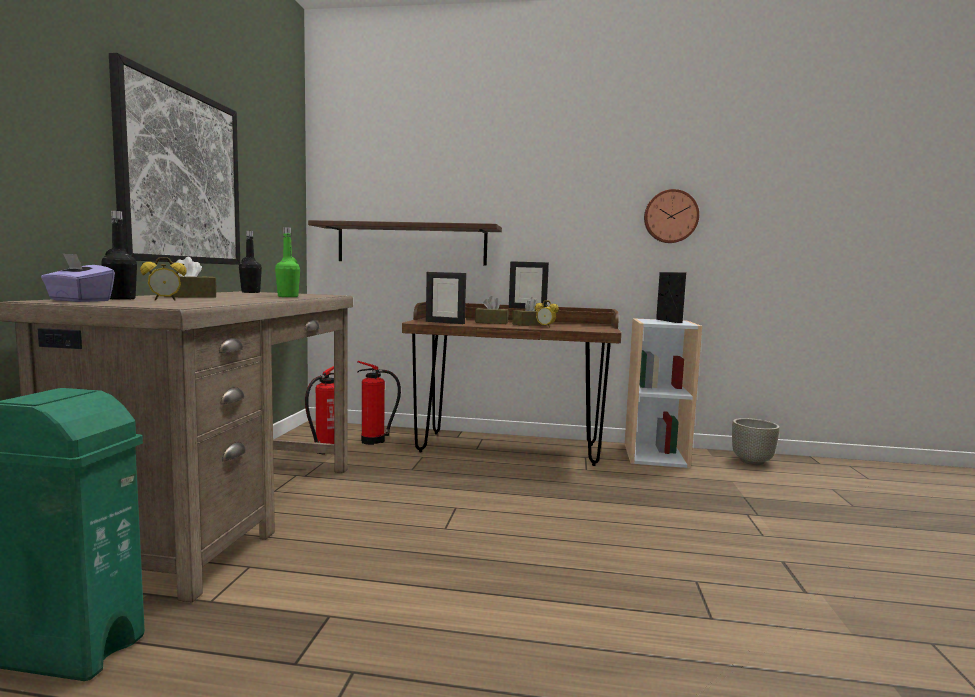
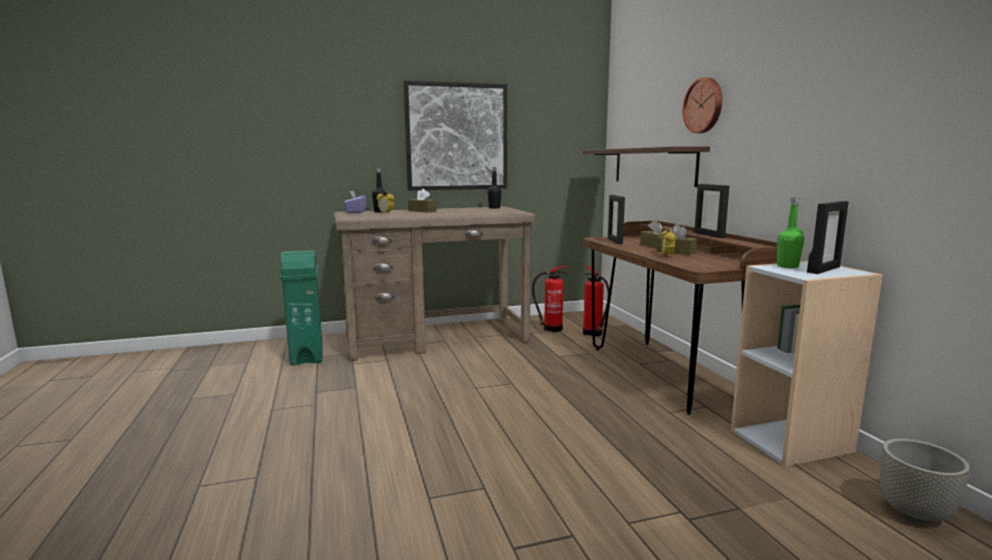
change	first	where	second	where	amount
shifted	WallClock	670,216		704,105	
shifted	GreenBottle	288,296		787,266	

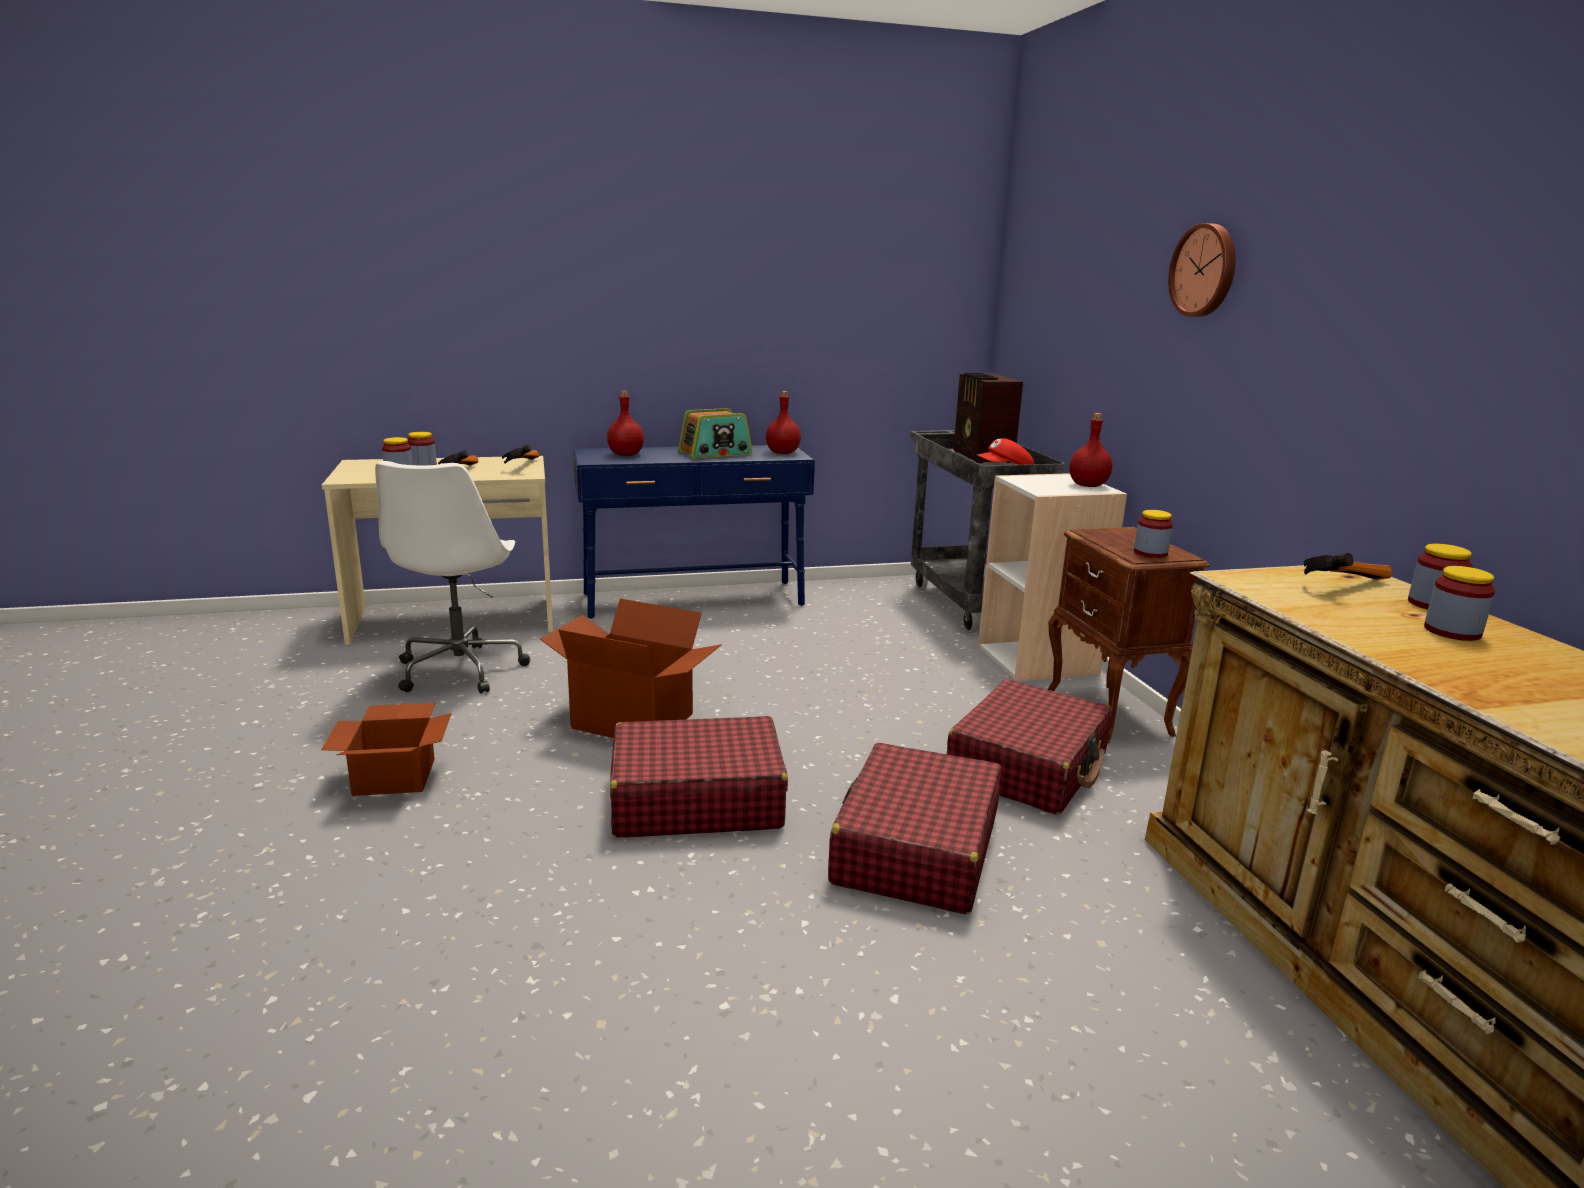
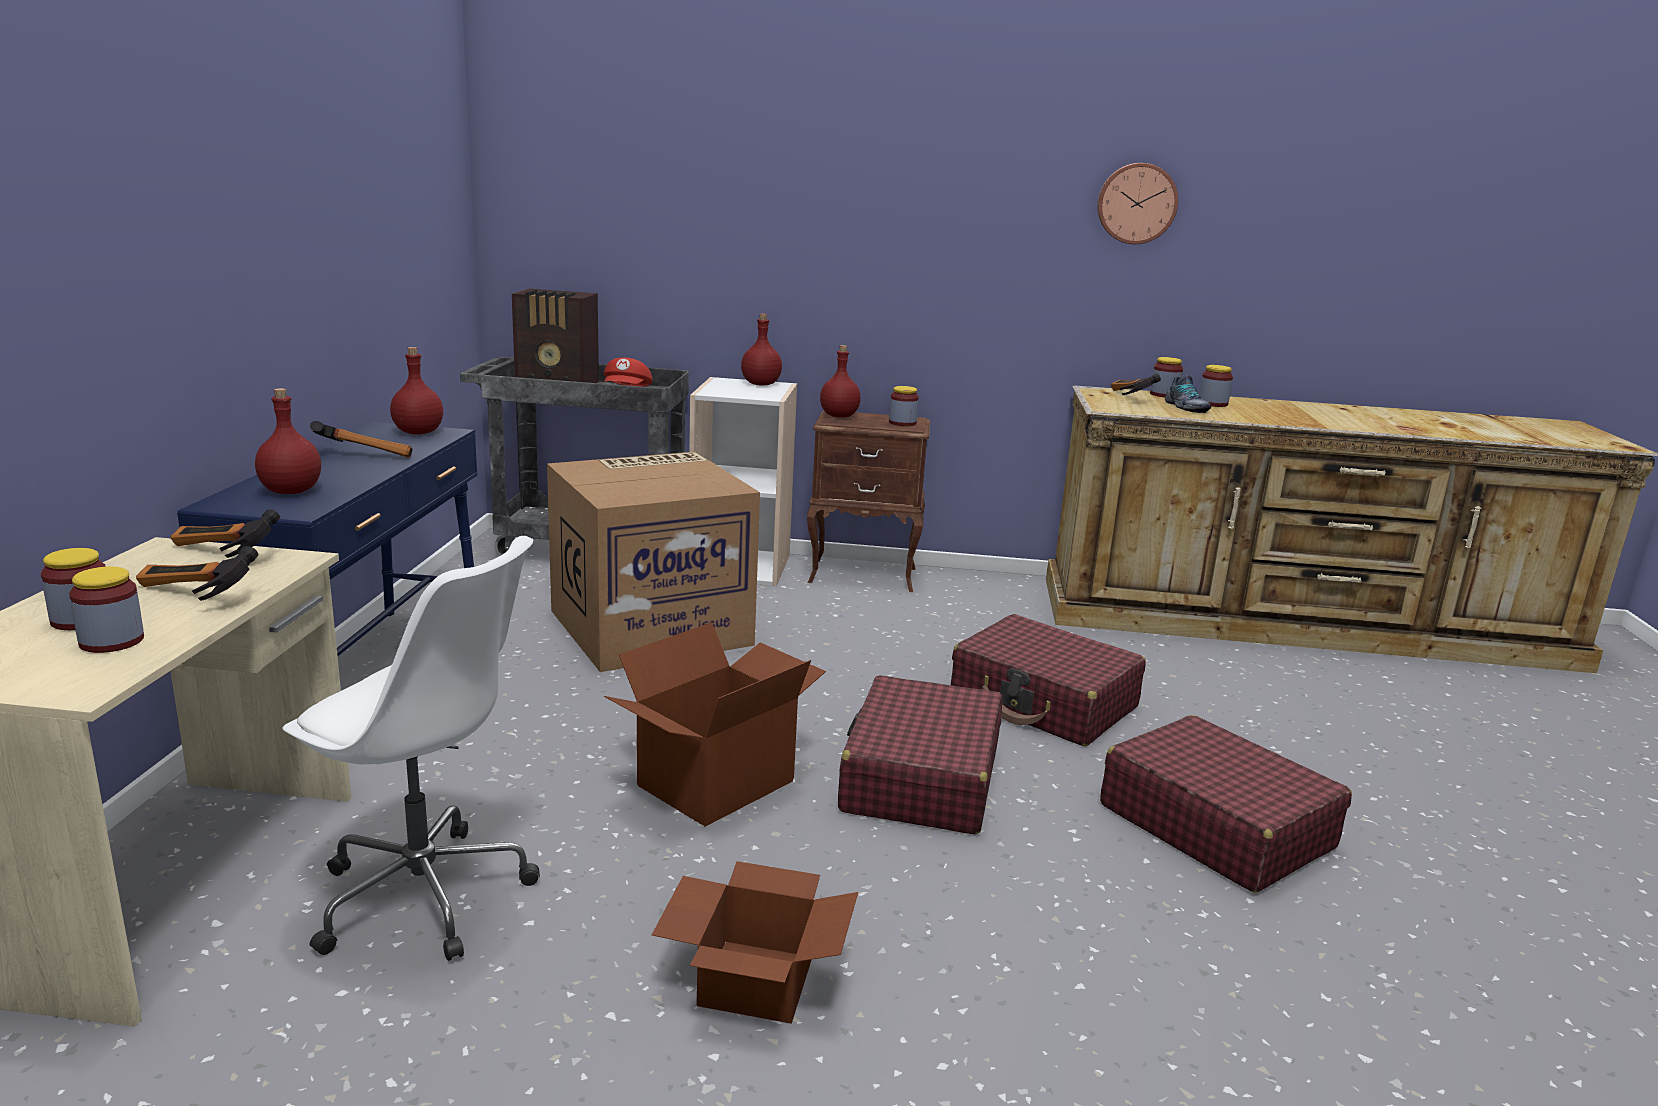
change	first	where	second	where	amount
swapped	Radio	715,453	Hammer	365,455	
new			CardboardBox	652,626	
new			RedBottle	840,416	
shifted	WallClock	1205,270		1136,203	
shifted	RedSuitcase	1028,766		1215,826	
new			Shoe	1186,407	

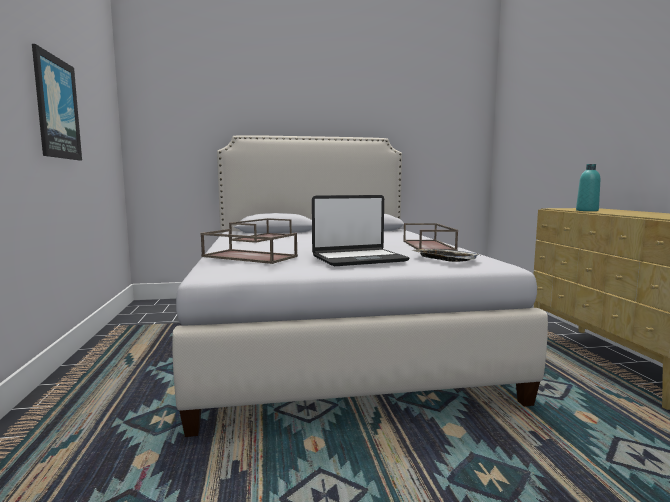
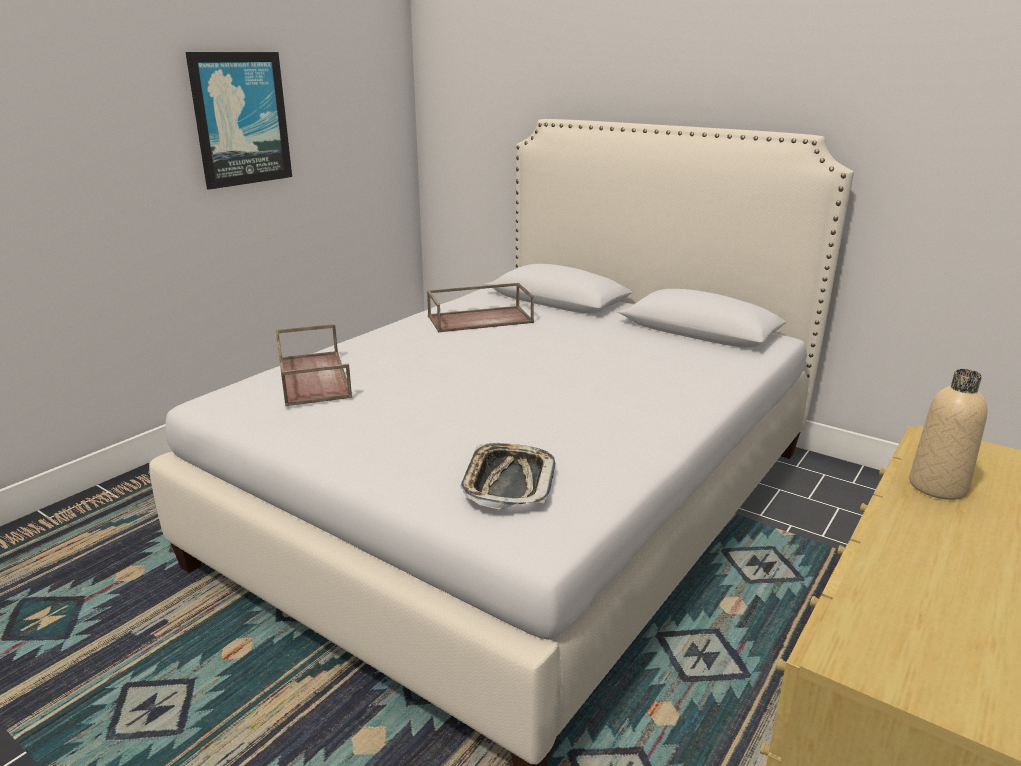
change	first	where	second	where	amount
repainted	TurquoiseBottle	587,210	BeigeBottle	937,486	
gone	Laptop	358,259			
gone	BrownTray	429,245			

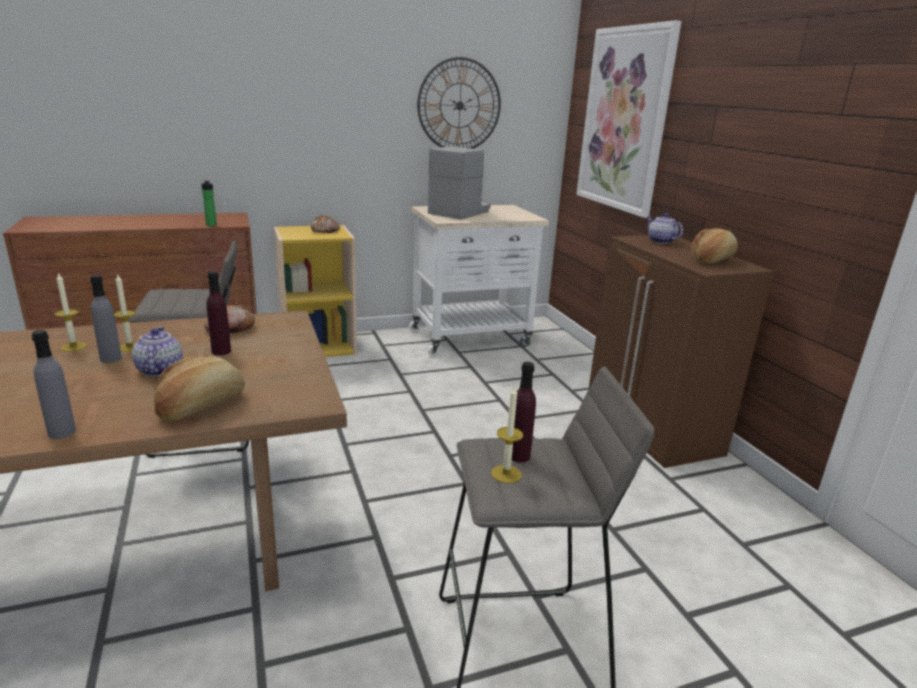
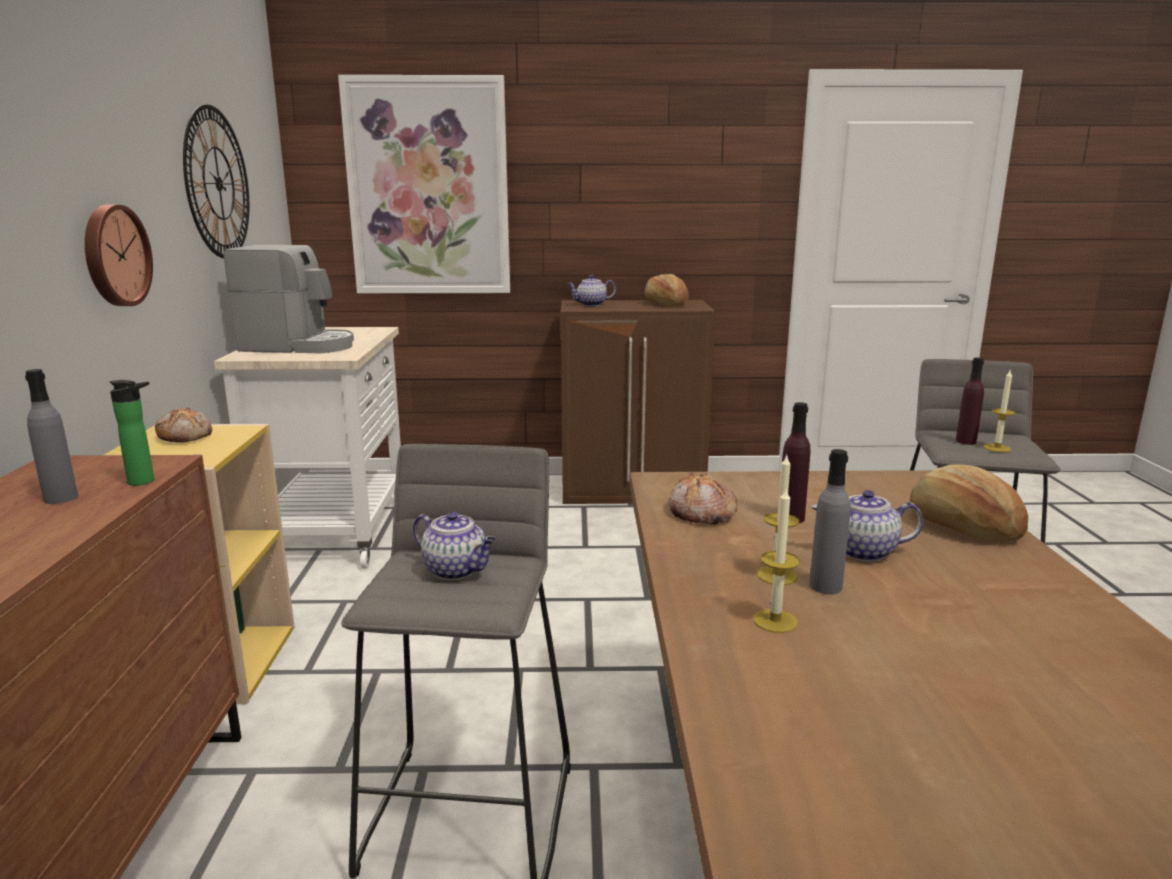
change	first	where	second	where	amount
shifted	GreyBottle	62,432		61,498	
new			WallClock	114,256	
rotated	CoffeeMachine	461,212		299,346	135 degrees clockwise
new			Teapot	457,570	

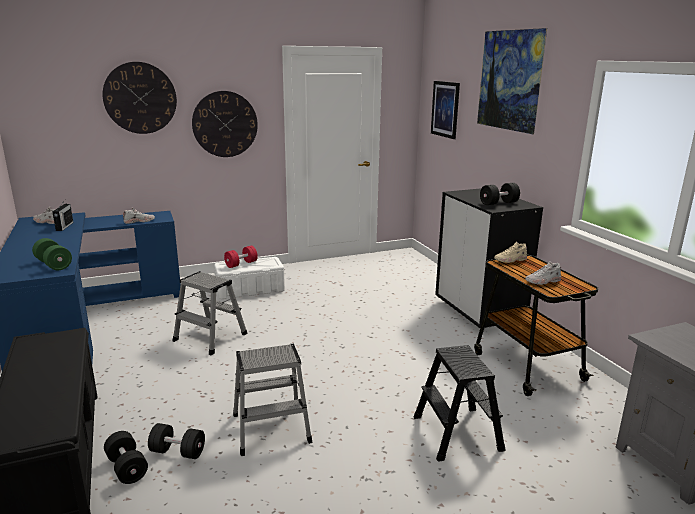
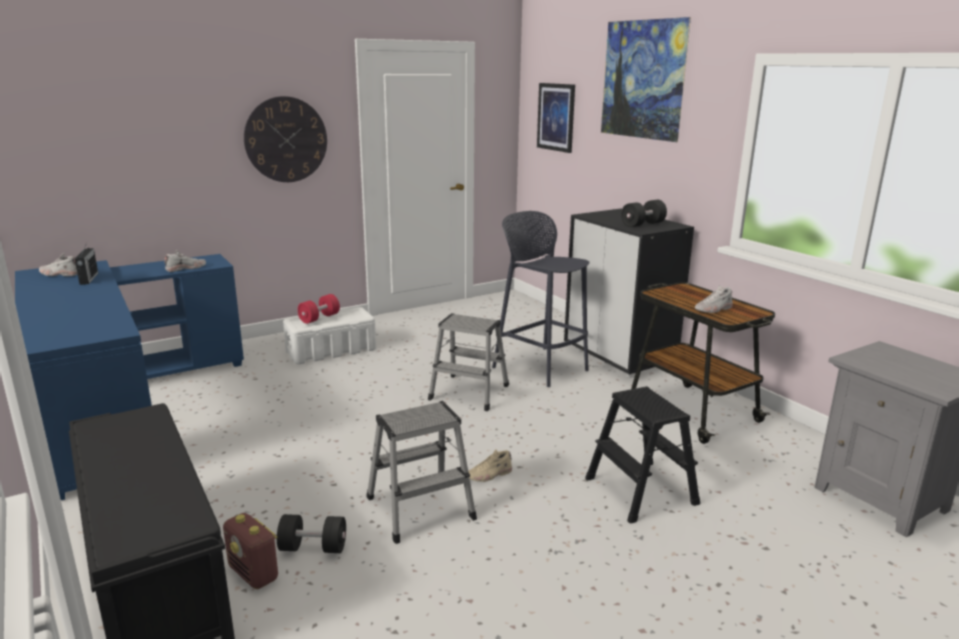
change	first	where	second	where	amount
swapped	BlackDumbbell	127,468	Radio	254,573	
shifted	GreyStepLadder	210,337		469,392	
shifted	BeigeShoe	510,260		489,475	
new			GreyStool	541,367	
gone	GreenDumbbell	54,264			
gone	WallClock	140,98			

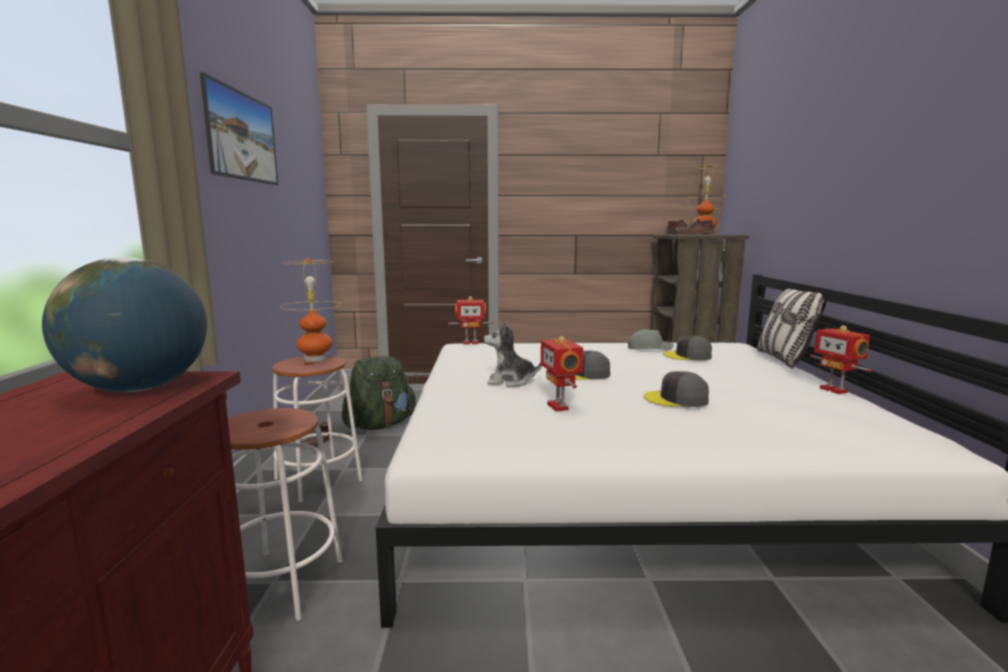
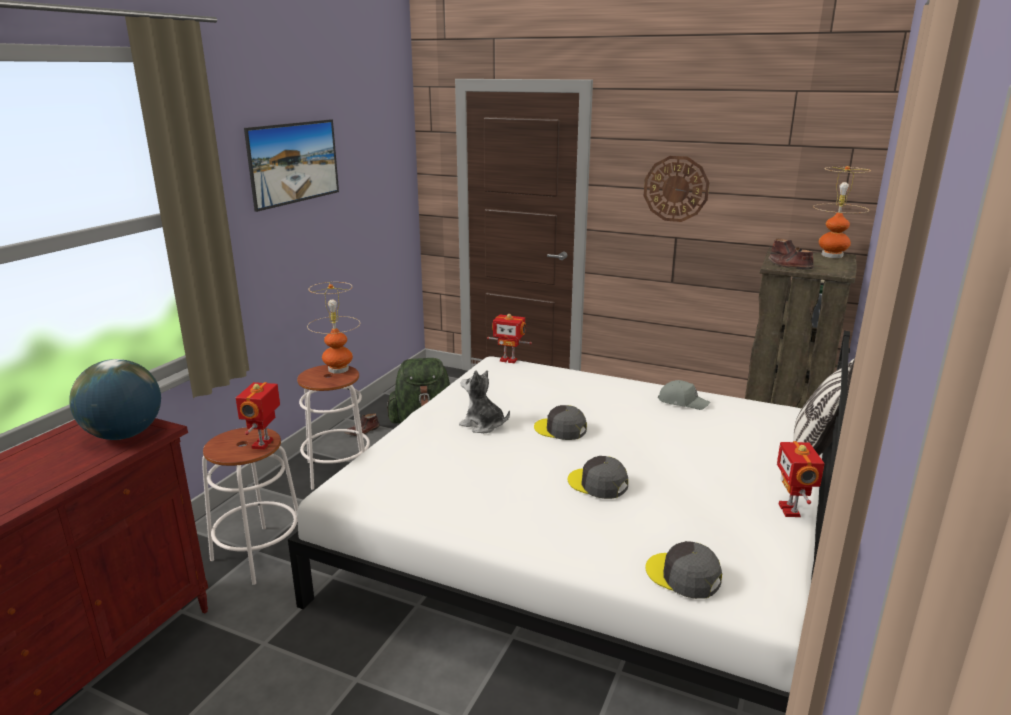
change	first	where	second	where	amount
shifted	ToyRobot	559,406		264,444	
new			WallClock	676,189	
shifted	GreyCap	688,356		683,576	

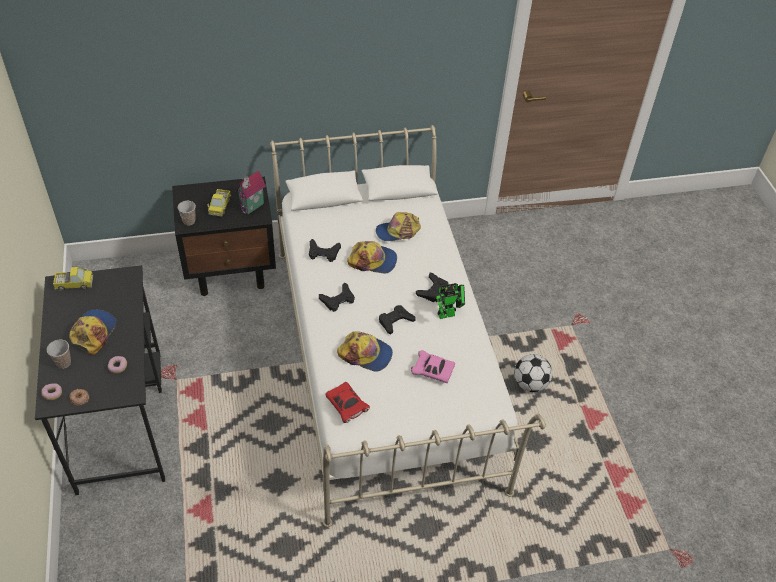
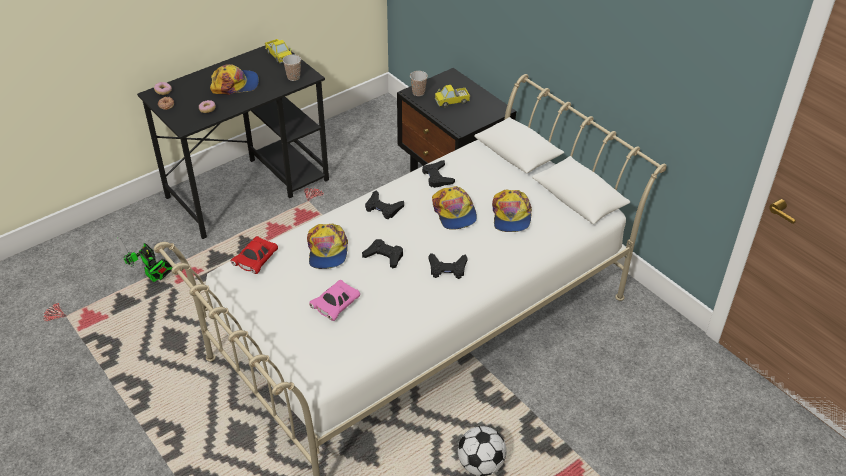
change	first	where	second	where	amount
shifted	ToyRobot	449,314		154,278	
shifted	Cup	63,363		293,77	
rotated	PinkToyCar	433,372		336,306	135 degrees counterclockwise
rotated	Cap	398,231		511,216	135 degrees counterclockwise
gone	ToyHouse	253,207			

